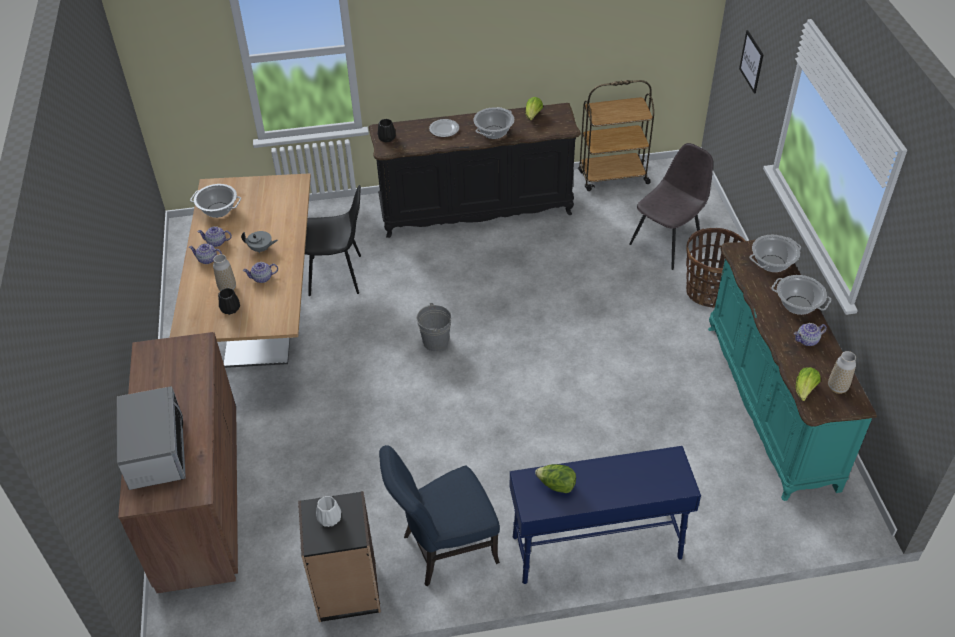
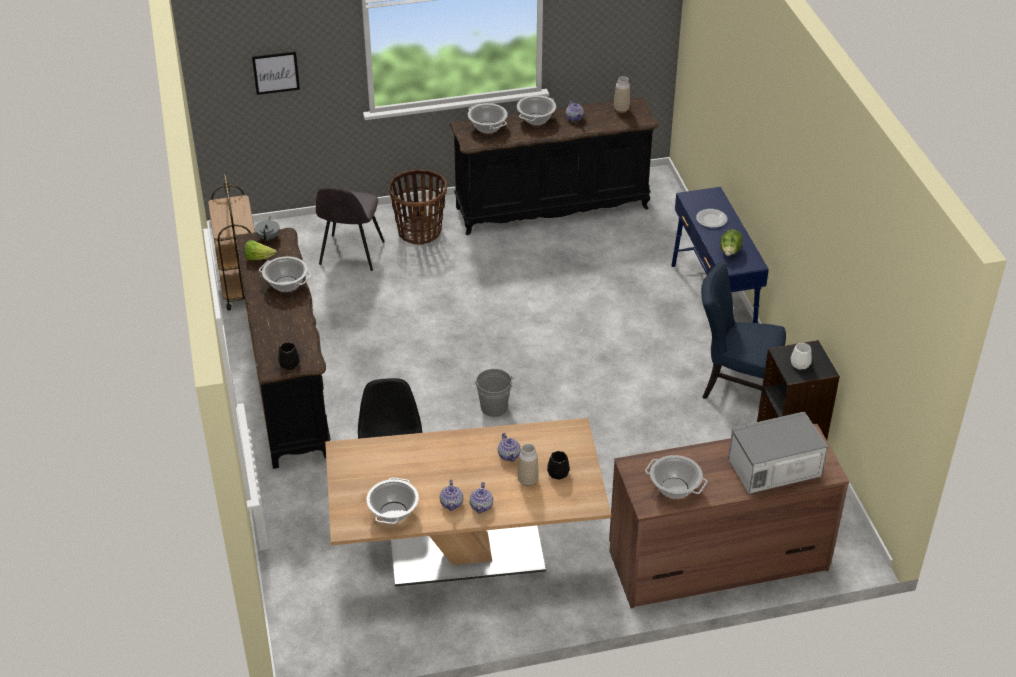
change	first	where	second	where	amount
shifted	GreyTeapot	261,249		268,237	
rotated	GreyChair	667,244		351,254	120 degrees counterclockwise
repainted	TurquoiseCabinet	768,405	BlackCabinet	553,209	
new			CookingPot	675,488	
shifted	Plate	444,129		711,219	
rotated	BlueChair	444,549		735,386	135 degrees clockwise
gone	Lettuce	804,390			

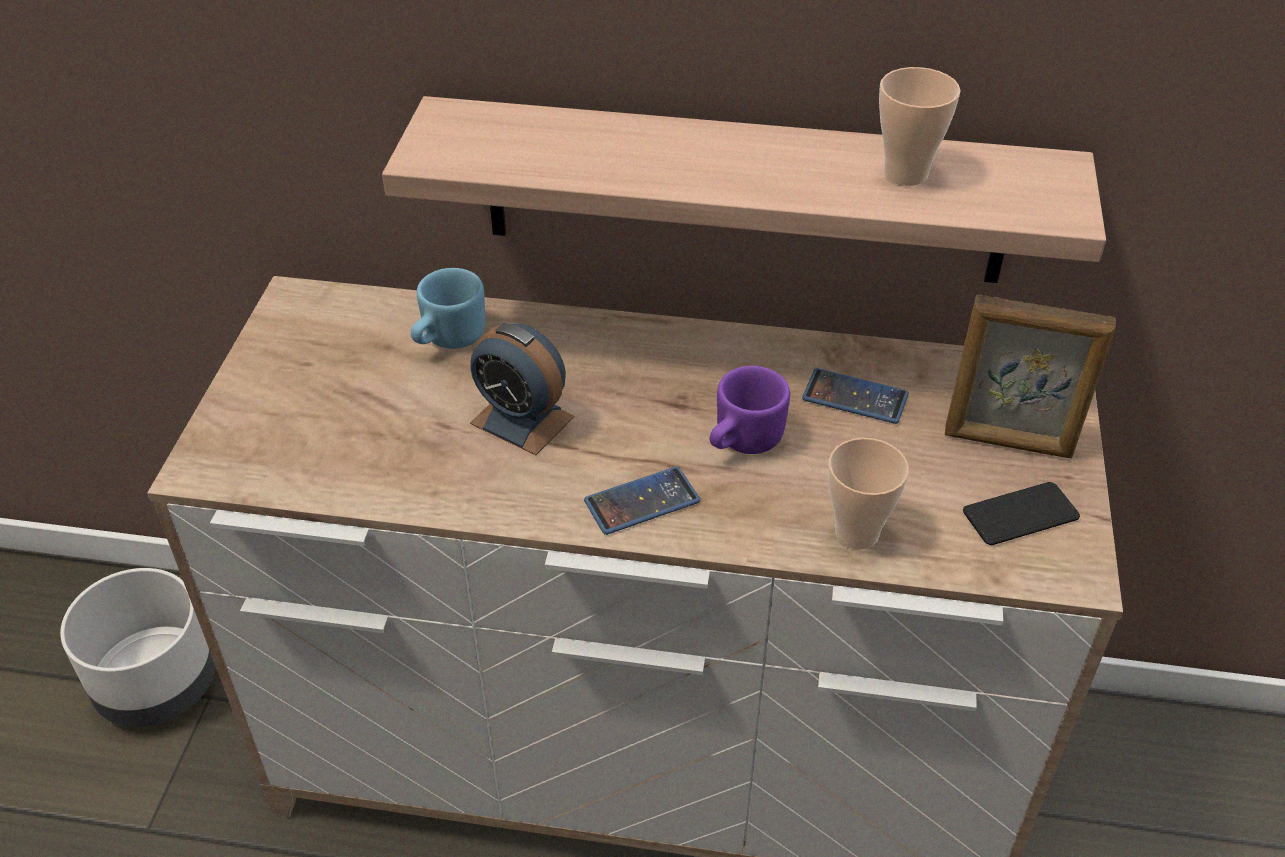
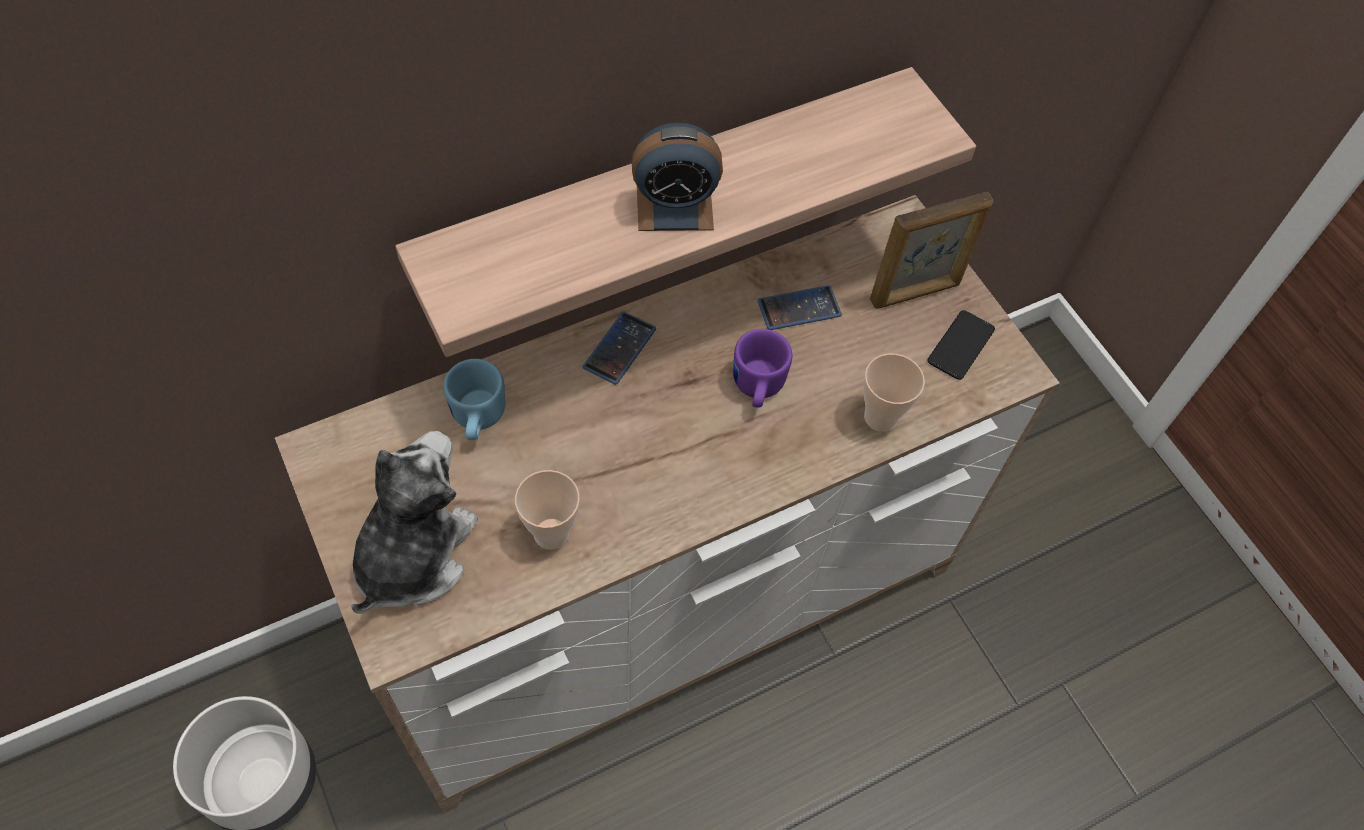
change	first	where	second	where	amount
new			PlushToy	413,554	
shifted	Cup	905,174		551,533	
shifted	Phone	642,502		619,348	
shifted	AlarmClock	522,420		674,207	

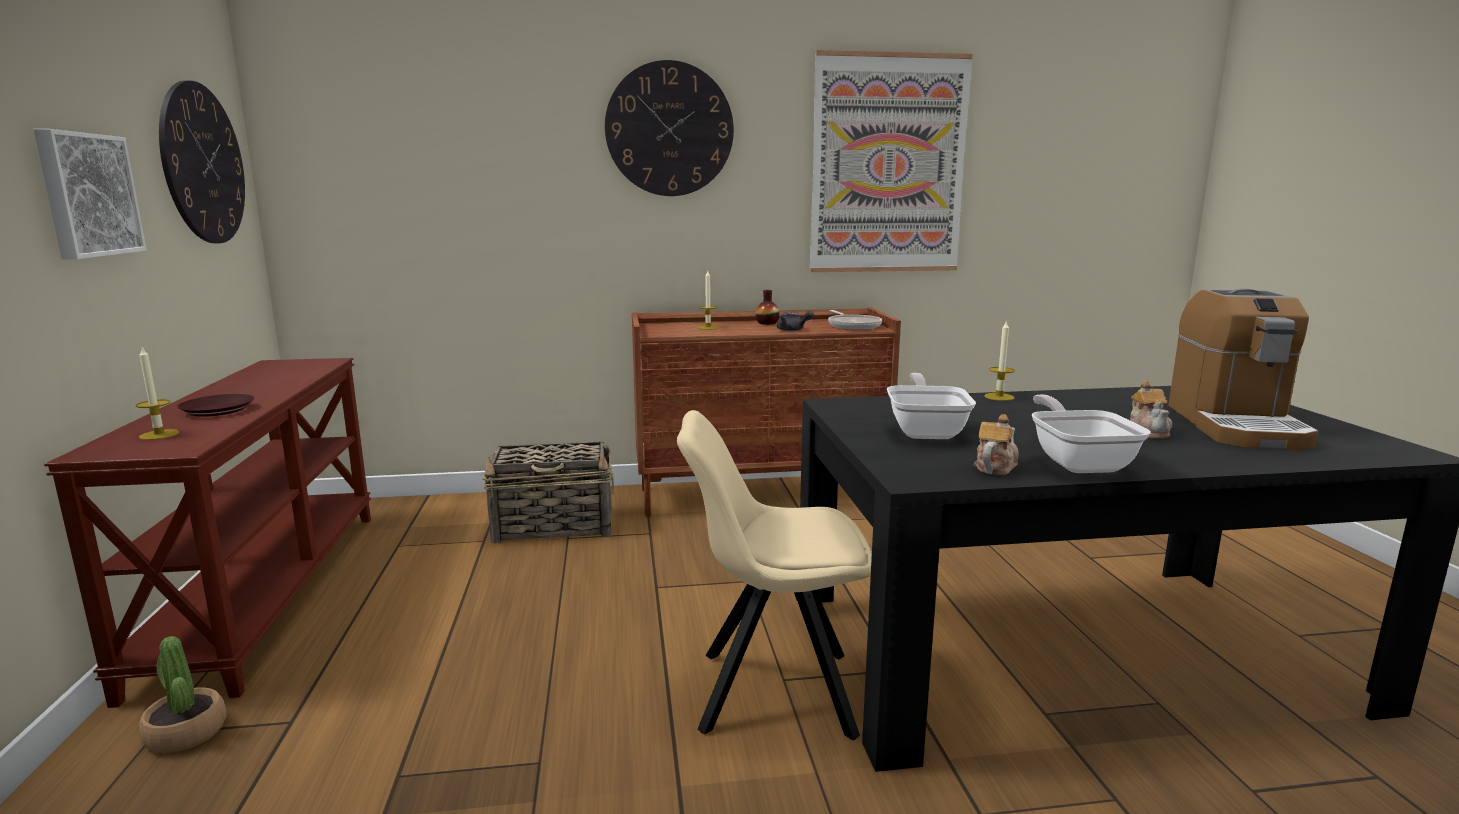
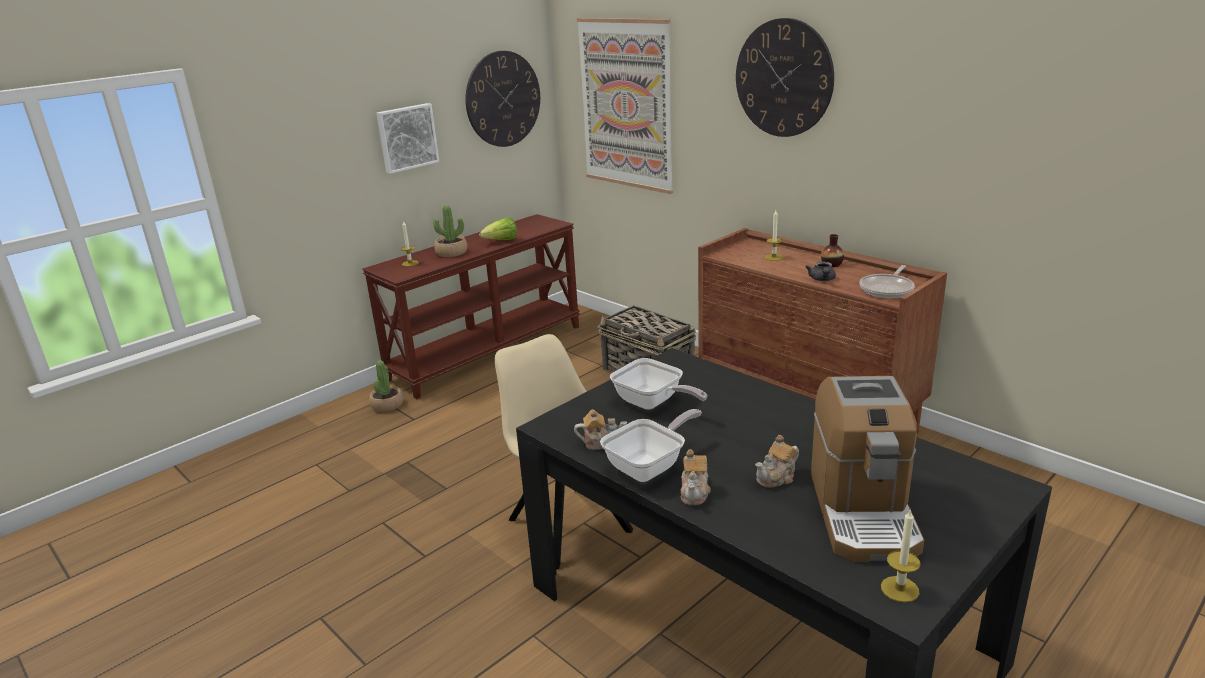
change	first	where	second	where	amount
swapped	BrownPlate	218,410	PottedPlant	451,253	
new			Lettuce	501,241	
shifted	Picture	888,165		626,104	
rotated	FryingPan	926,431		652,403	75 degrees clockwise
new			Teapot	695,492	
rotated	CoffeeMachine	1236,425		863,512	60 degrees counterclockwise
shifted	Candle	999,397		899,589	

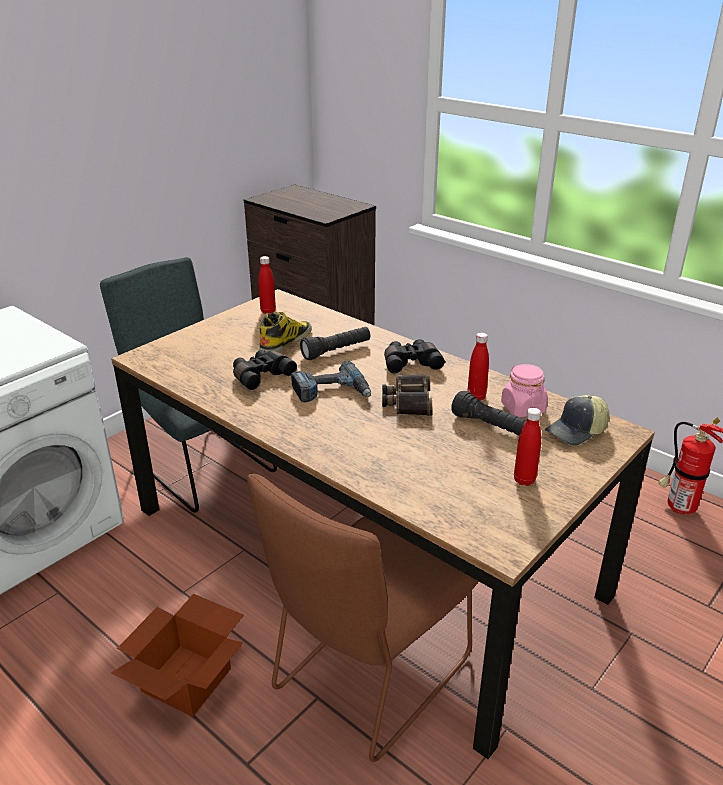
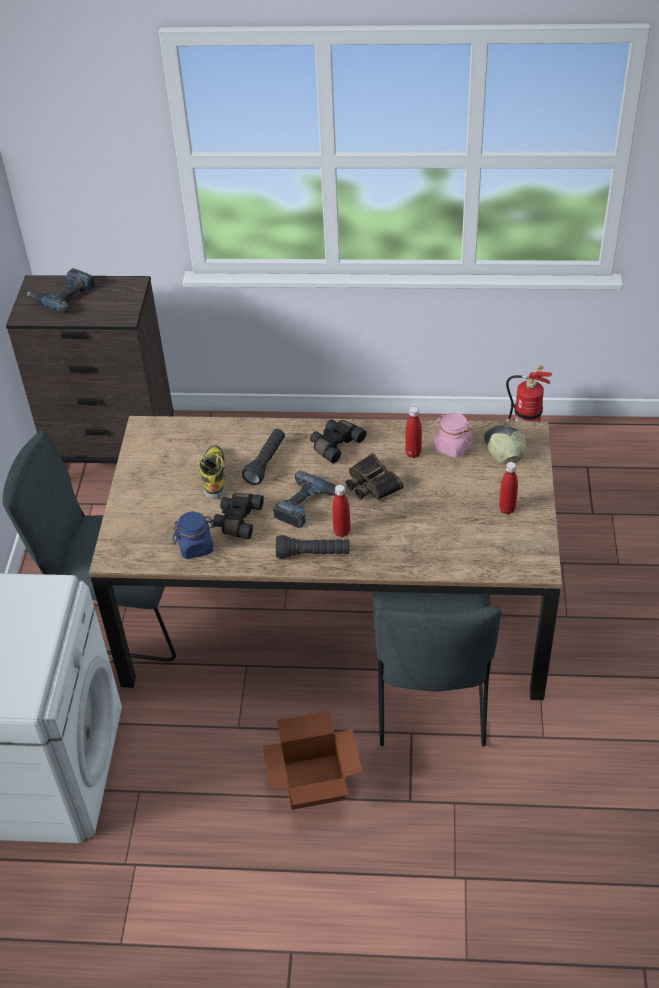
change	first	where	second	where	amount
new			PowerDrill	63,295	
new			BlueJar	196,546	
shifted	BlackFlashlight	492,427		313,554	
shifted	RedBottle	268,311		342,532	
repainted	BrownChair	367,679	GreyChair	430,701	
rotated	Cap	577,431		503,448	150 degrees clockwise

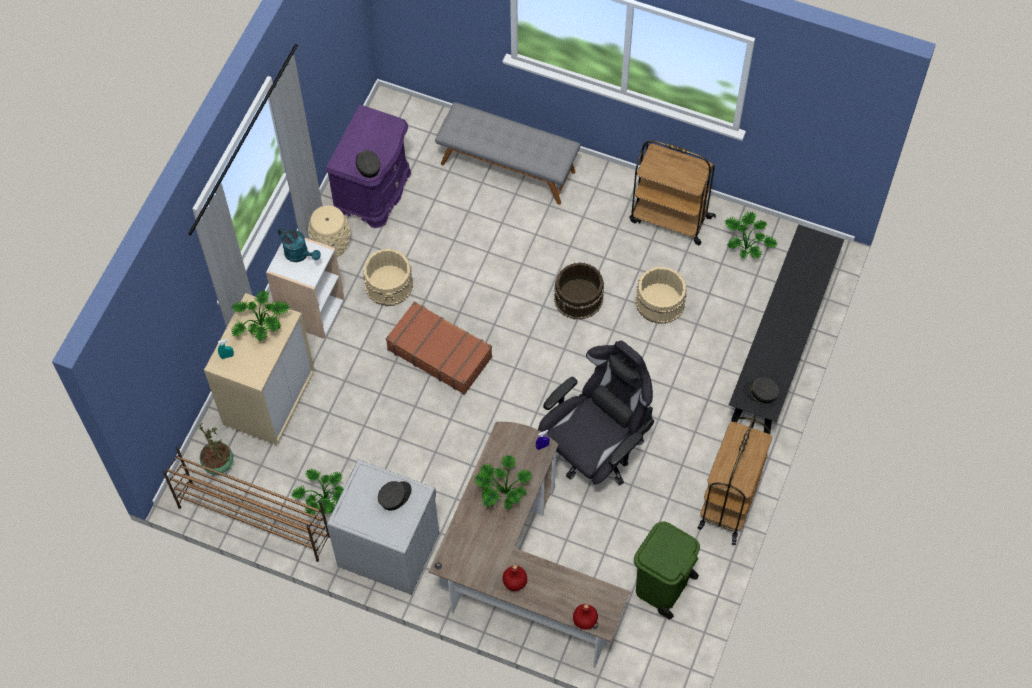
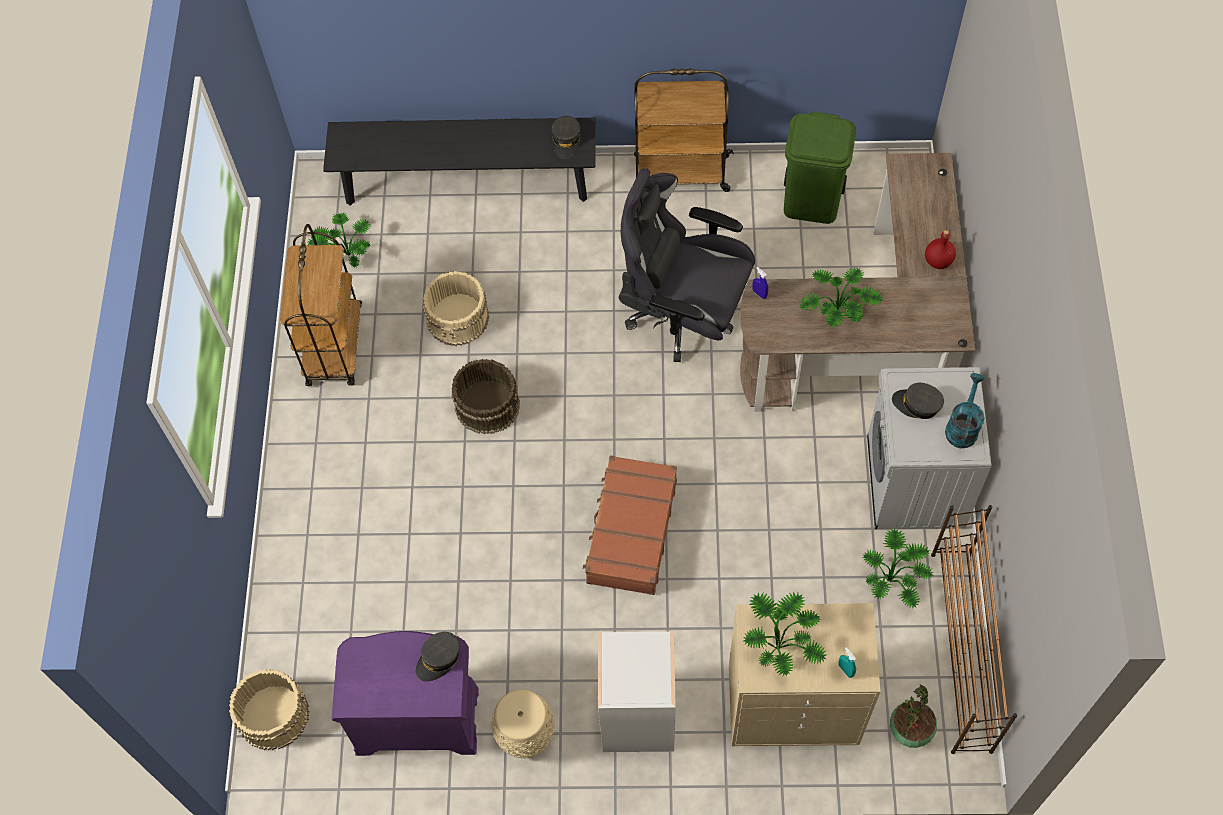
change	first	where	second	where	amount
shifted	BeigeBucket	389,284		273,714	
shifted	TurquoiseWateringCan	300,255		962,426	
gone	GreyBench	508,167			
gone	RedBottle	584,621			

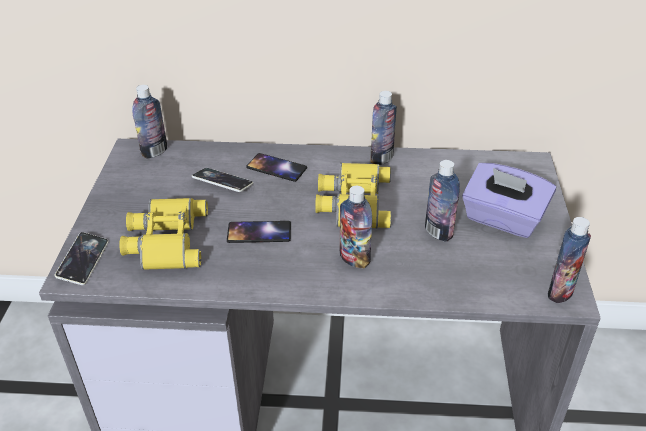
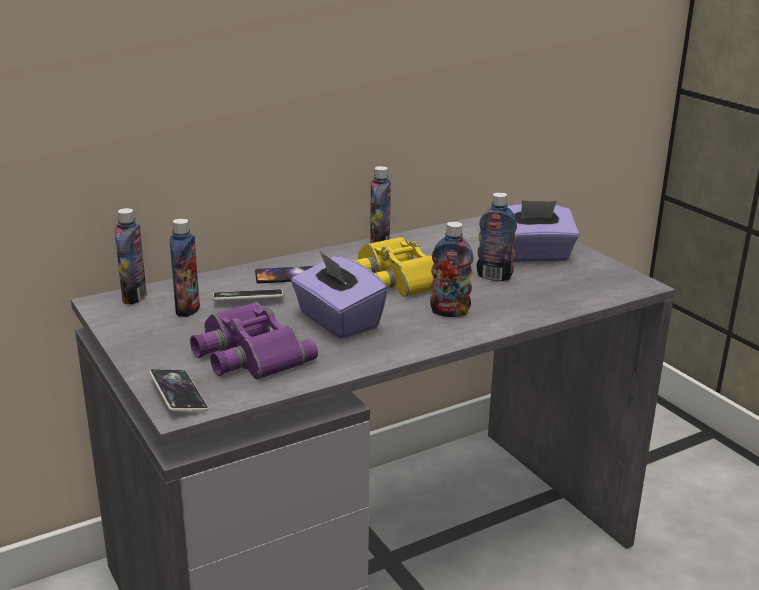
change	first	where	second	where	amount
shifted	Bottle	560,292		187,309	
repainted	YellowBinoculars	165,239	PurpleBinoculars	247,353	
swapped	Phone	259,232	PurpleTissueBox	337,321	

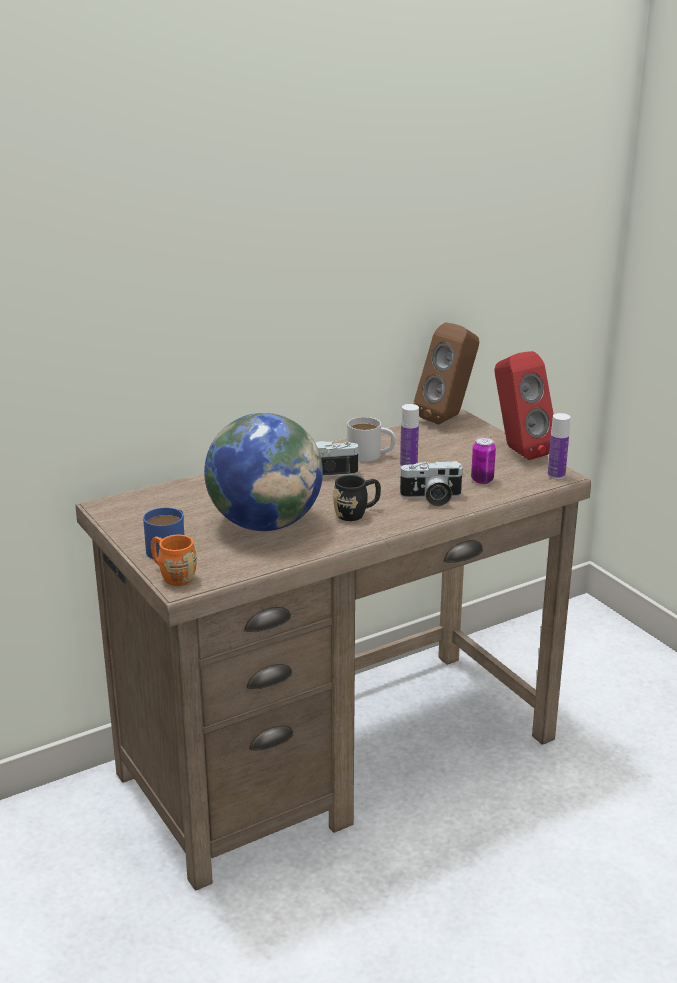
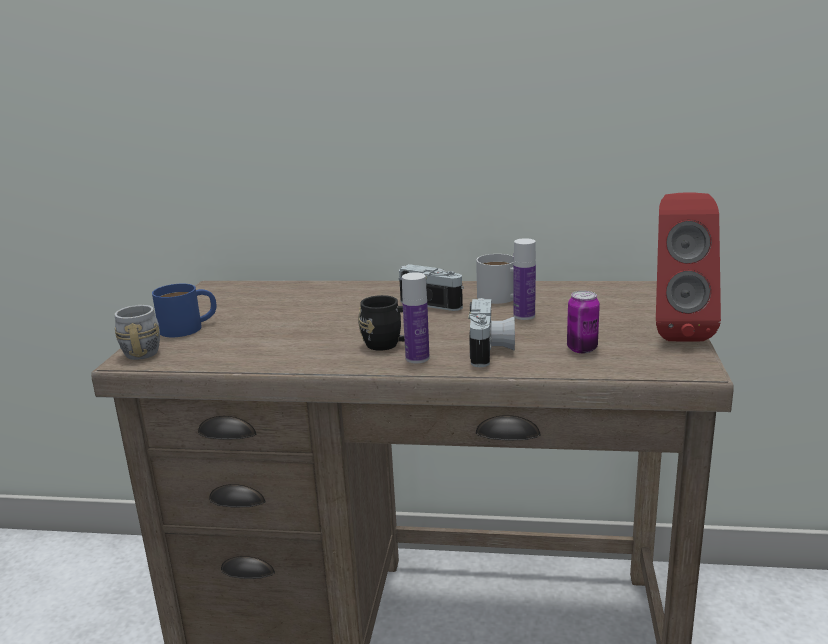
change	first	where	second	where	amount
repainted	OrangeMug	172,575	GreyMug	143,349	
shifted	Bottle	556,475		417,358	
rotated	PhotoCamera	431,498		491,351	120 degrees counterclockwise
gone	Globe	265,524			
gone	BrownSpeaker	448,418			

